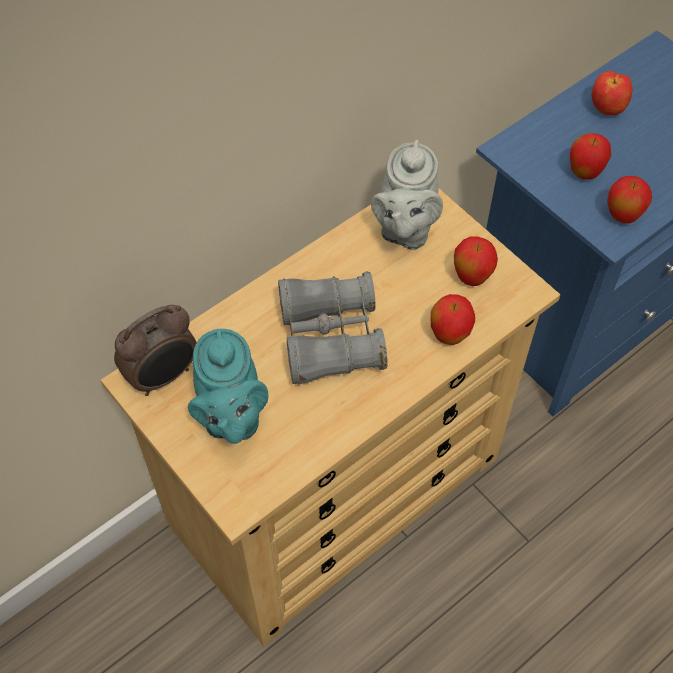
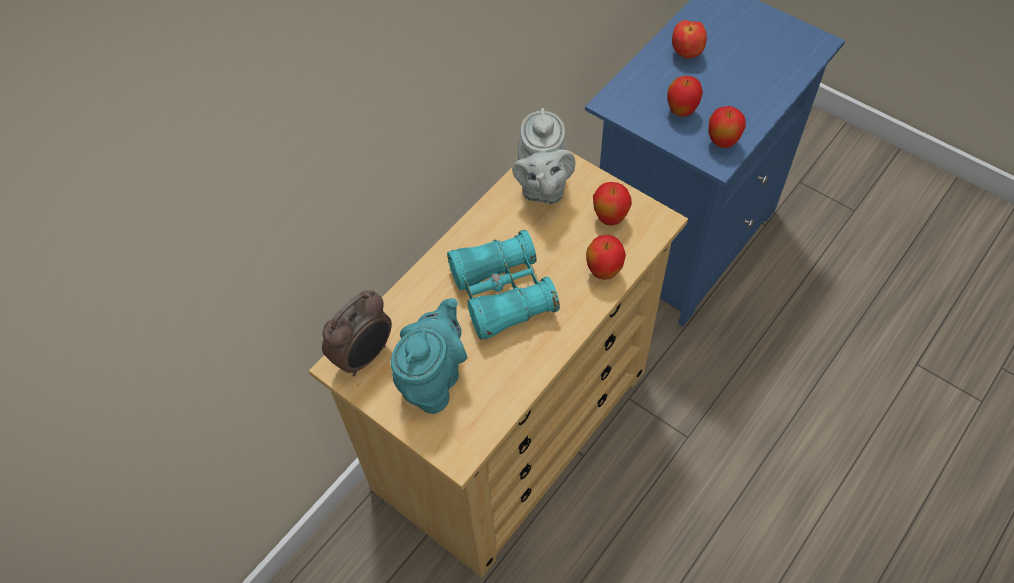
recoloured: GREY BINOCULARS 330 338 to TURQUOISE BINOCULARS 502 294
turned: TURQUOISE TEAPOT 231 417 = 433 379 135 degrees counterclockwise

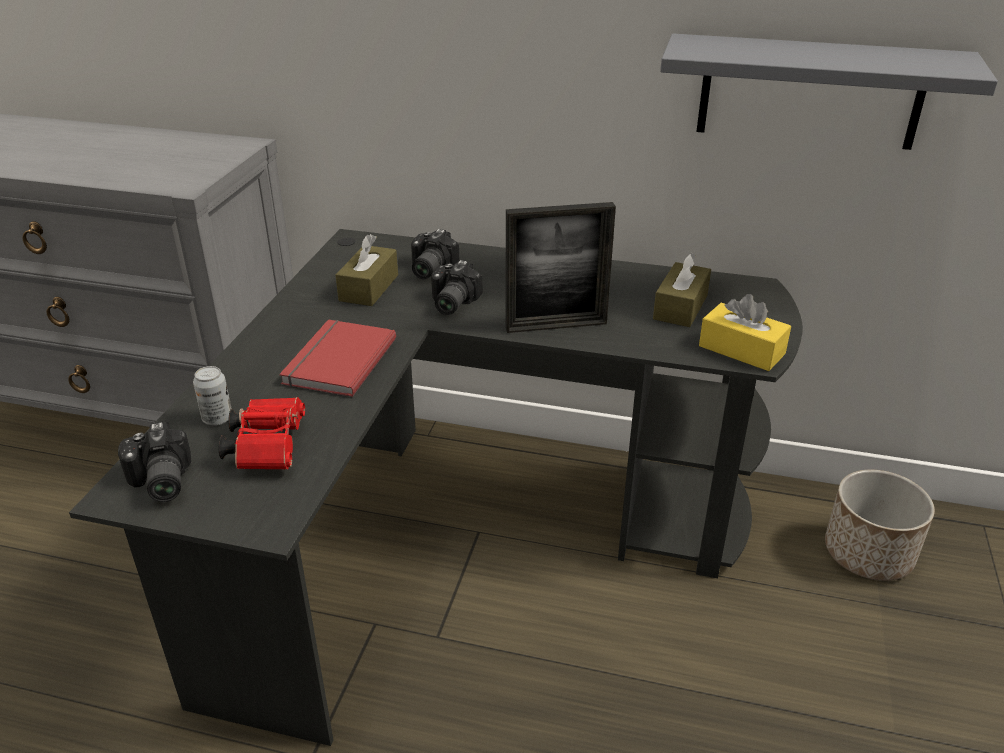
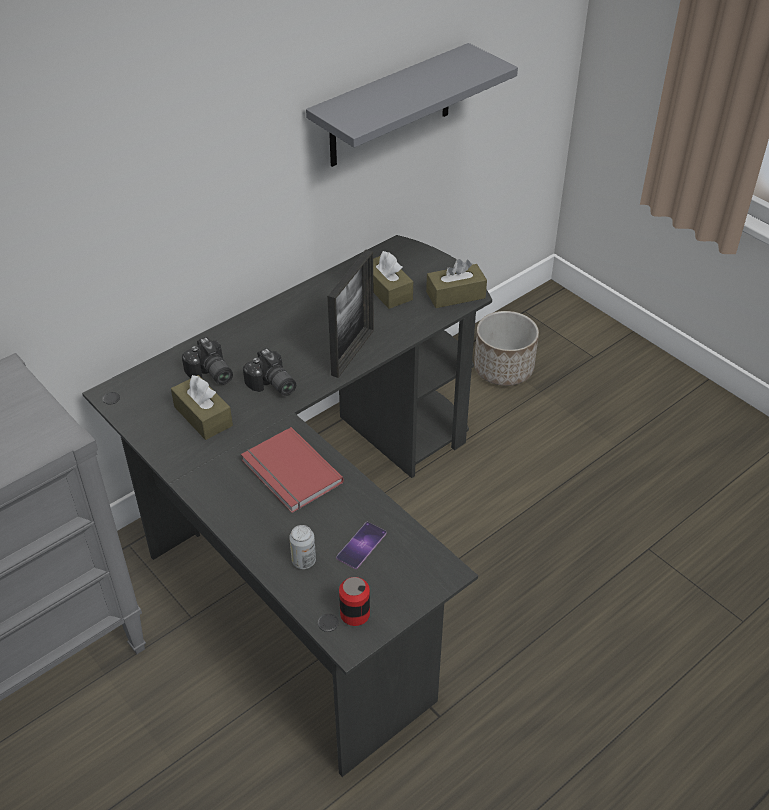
replaced: RED BINOCULARS 268 446 to PHONE 361 545; PHOTO CAMERA 158 482 to CAN 355 614
recoloured: YELLOW TISSUE BOX 741 350 to BROWN TISSUE BOX 455 295

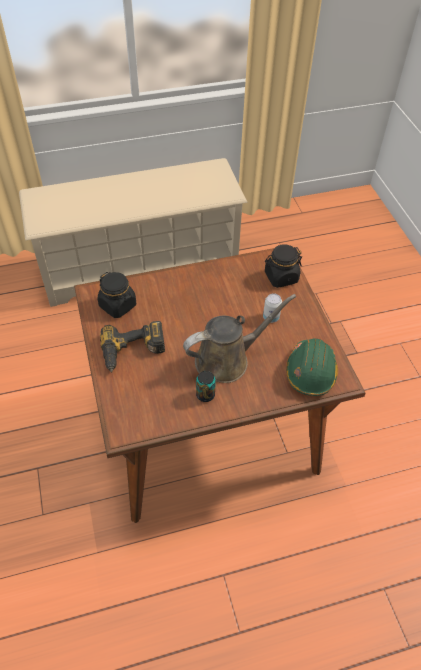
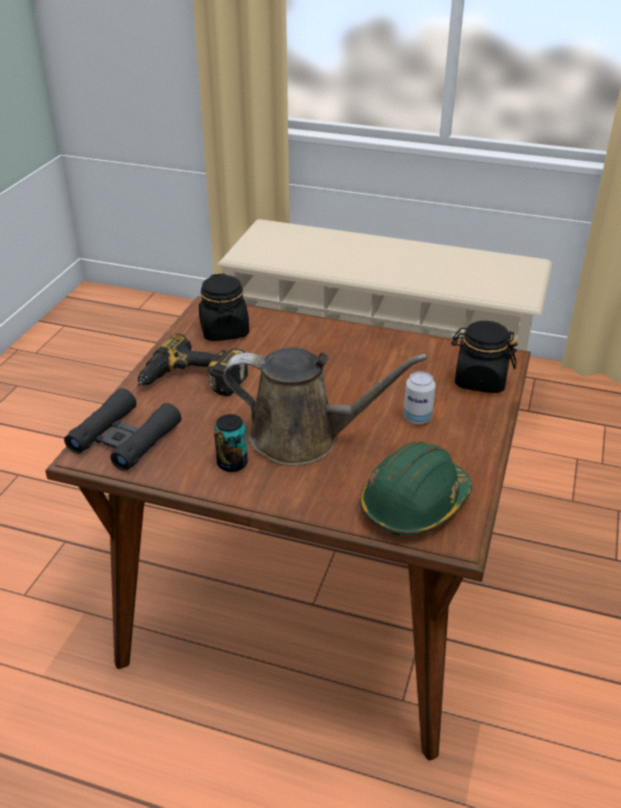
added: BLACK BINOCULARS 125 438

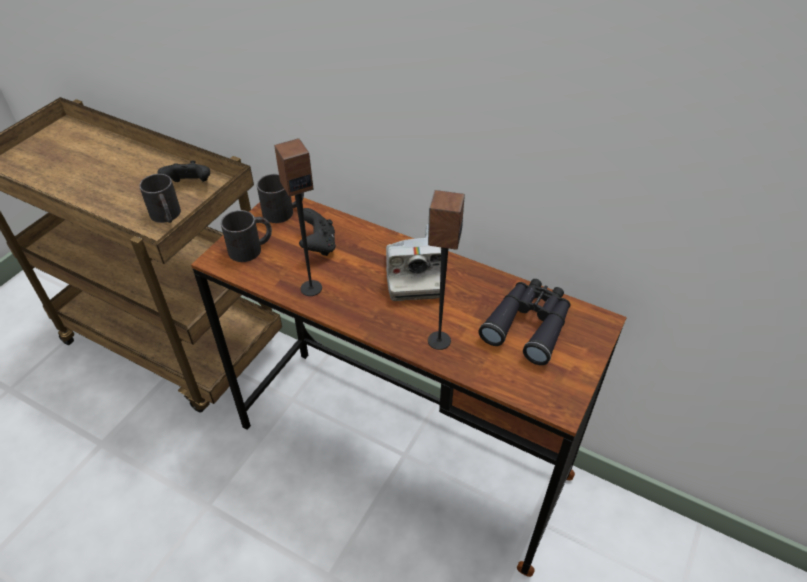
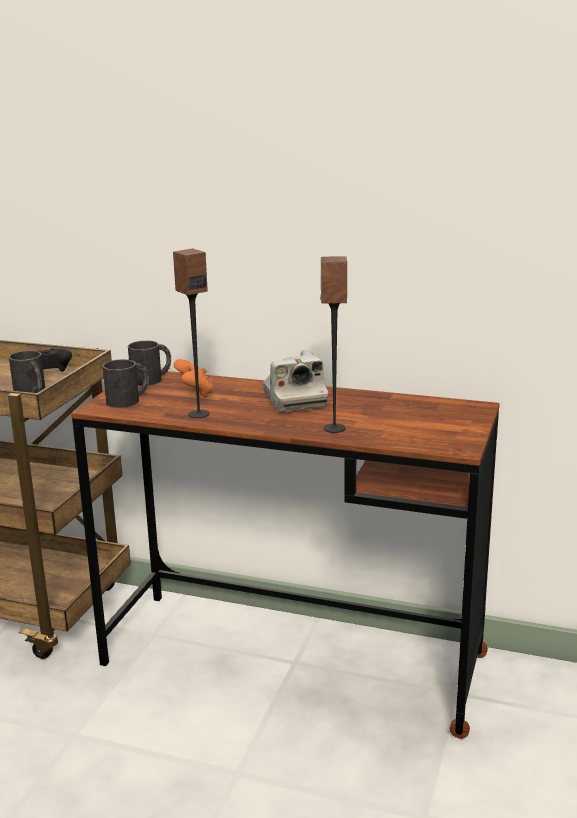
removed: BLACK BINOCULARS 529 324
recoloured: BLACK GAME CONTROLLER 318 245 to ORANGE GAME CONTROLLER 195 393

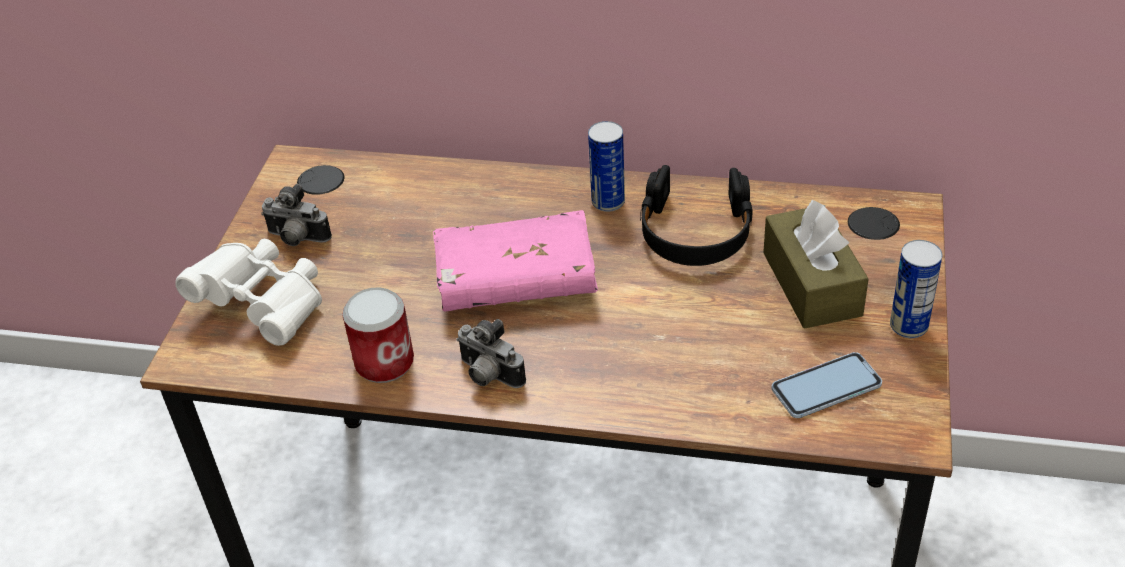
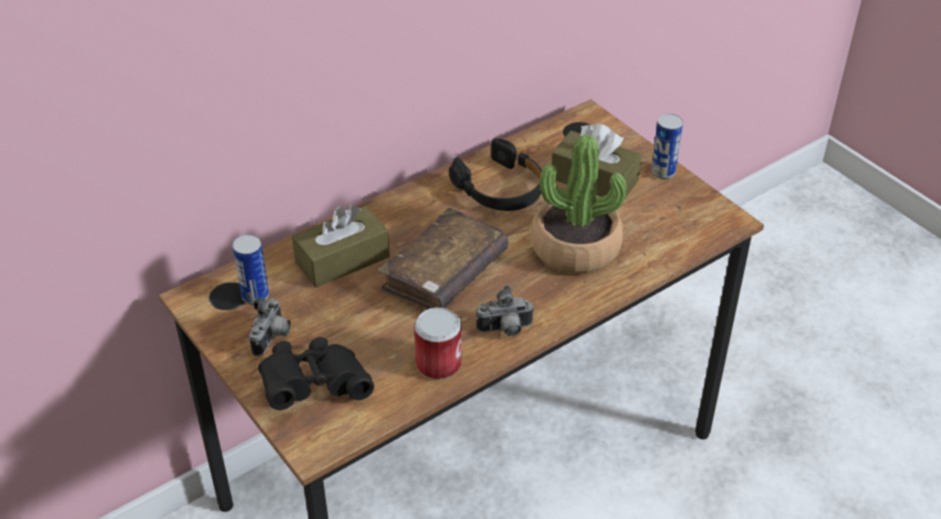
removed: PHONE 826 387
added: POTTED PLANT 575 248; BROWN TISSUE BOX 342 259
moved: CAN 608 202 to 255 296
recoloured: PINK BOOK 516 280 to BROWN BOOK 444 273; WHITE BINOCULARS 264 305 to BLACK BINOCULARS 314 386
turned: PHOTO CAMERA 297 239 = 273 338 45 degrees counterclockwise

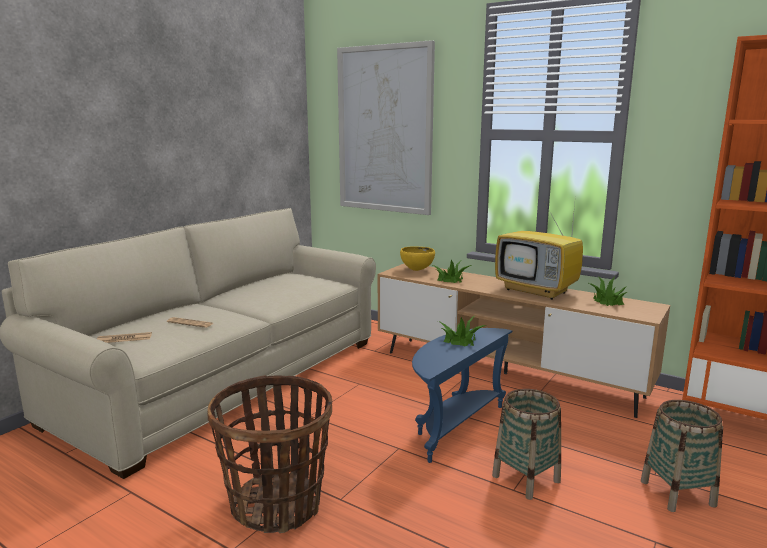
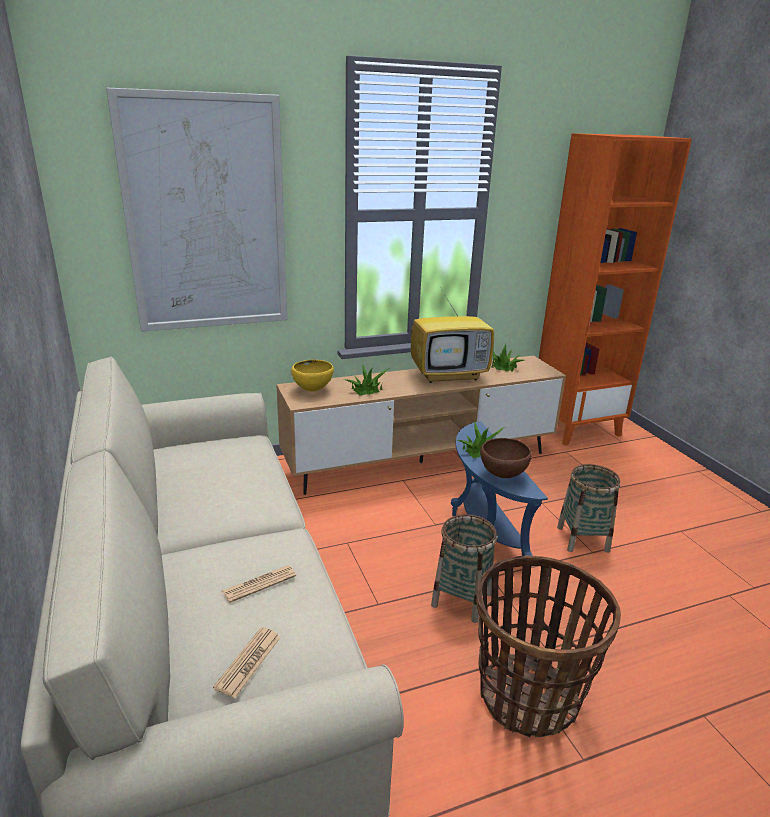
added: BROWN BOWL 503 475
moved: BASKET 677 493 to 461 599

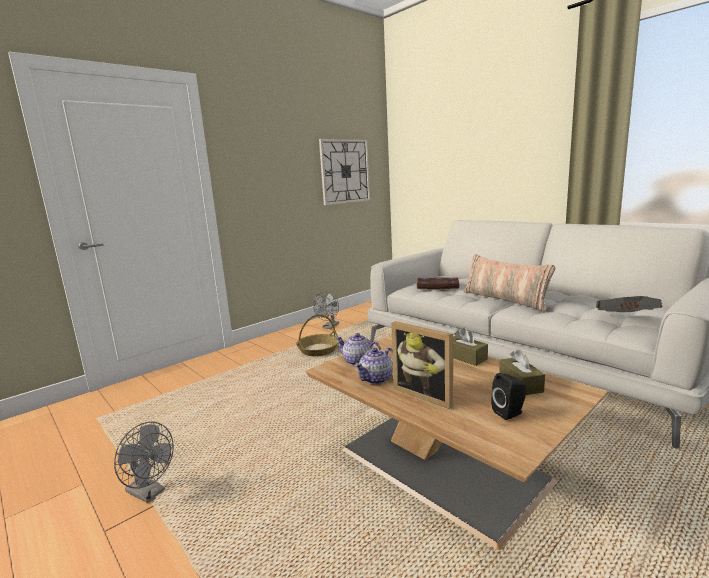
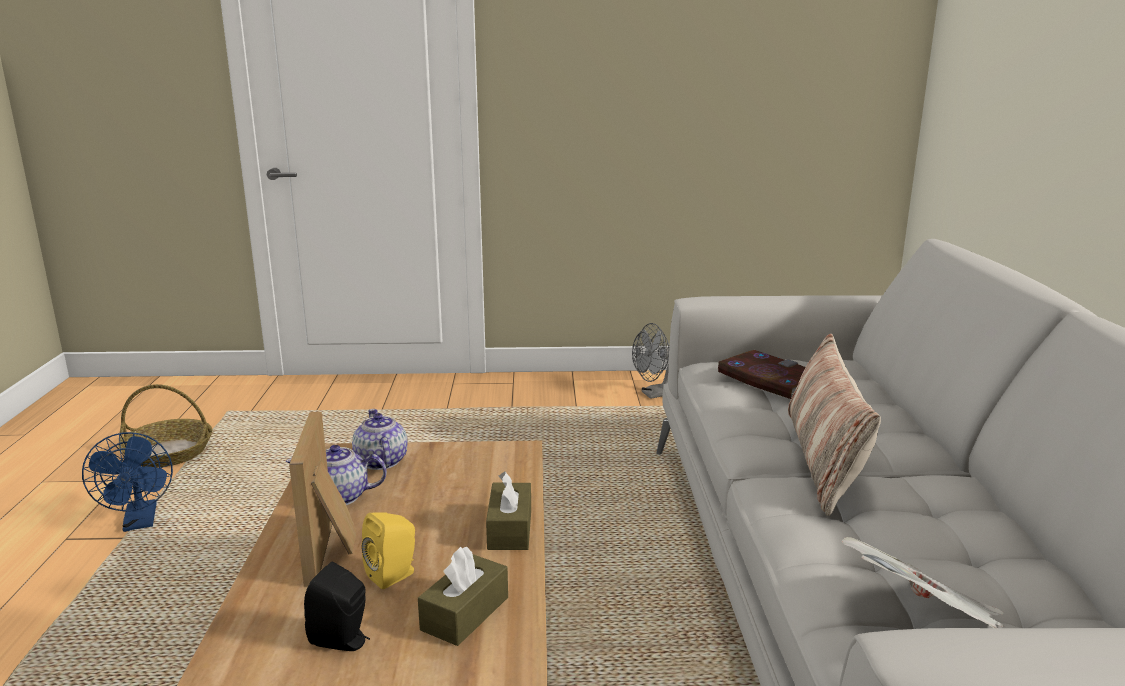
removed: WALL CLOCK 345 171
added: YELLOW SPEAKER 394 575
moved: BASKET 318 350 to 169 452
recoloured: GREY FAN 150 493 to BLUE FAN 140 522

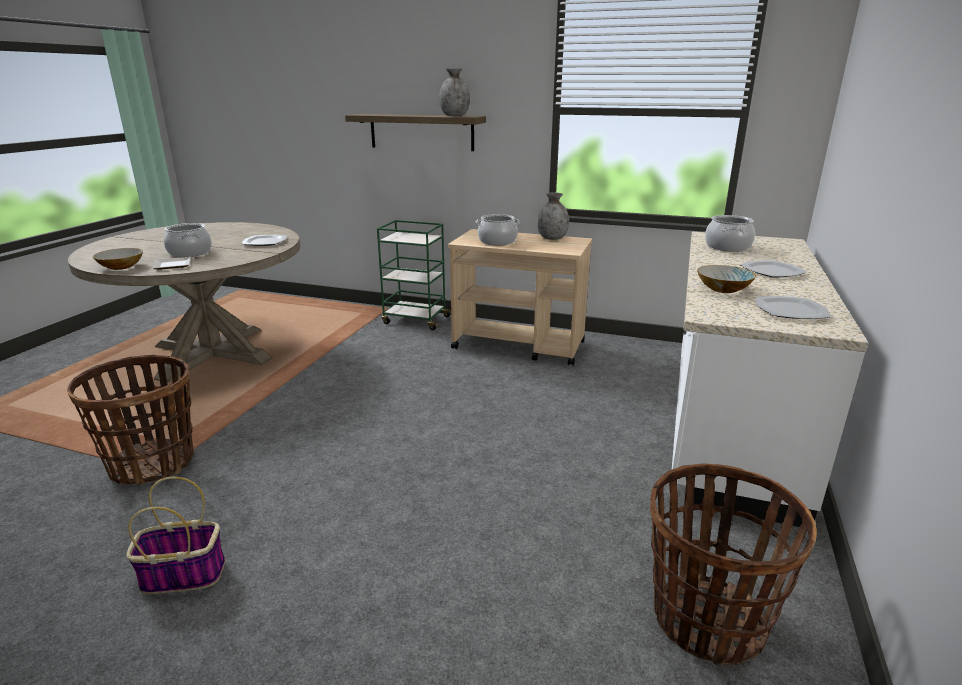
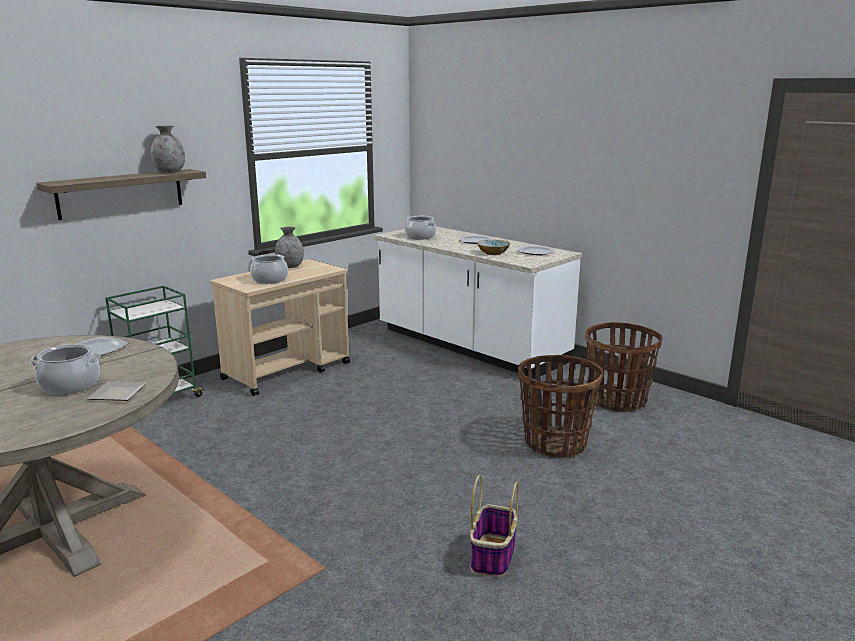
removed: BOWL 121 267
moved: BASKET 153 464 to 555 443

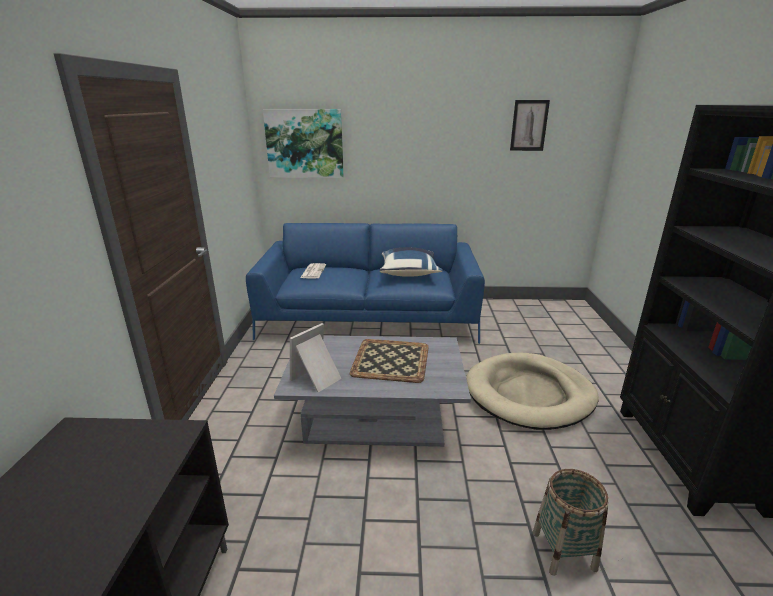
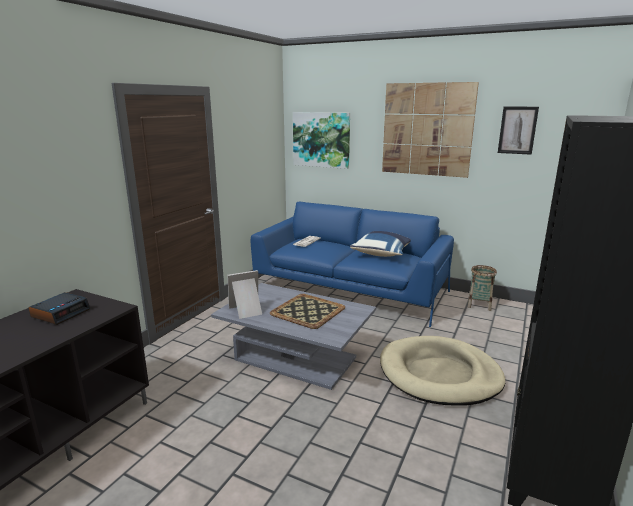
added: PICTURE 427 130; ALARM CLOCK 61 313
moved: BASKET 563 551 to 479 305

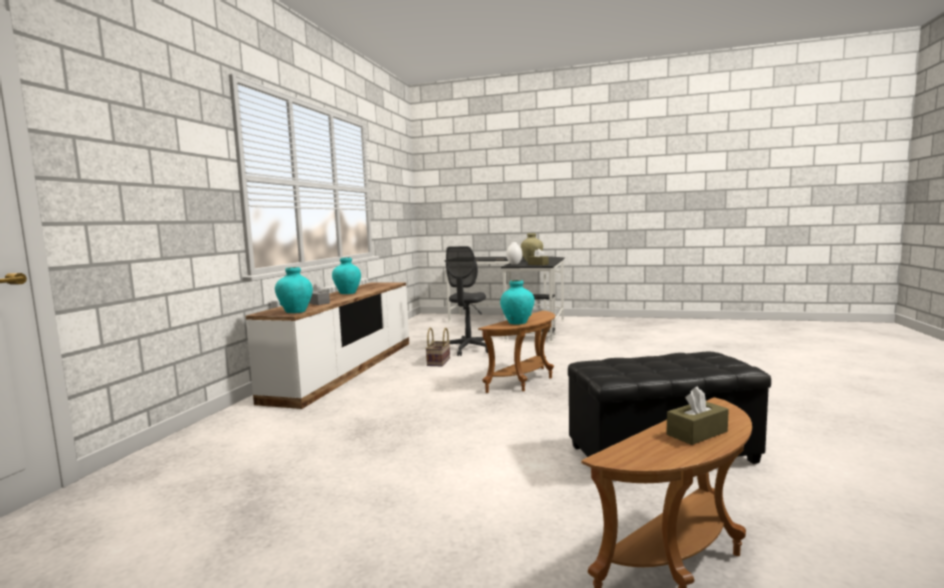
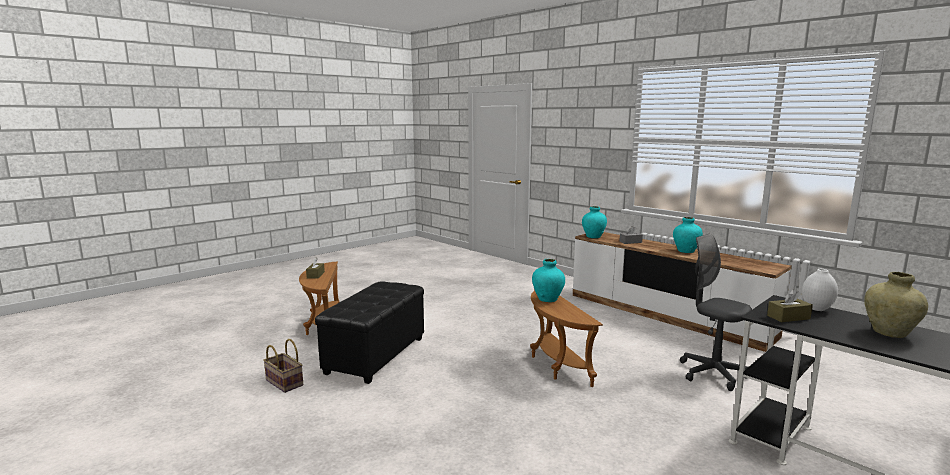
moved: BASKET 439 362 to 283 382

